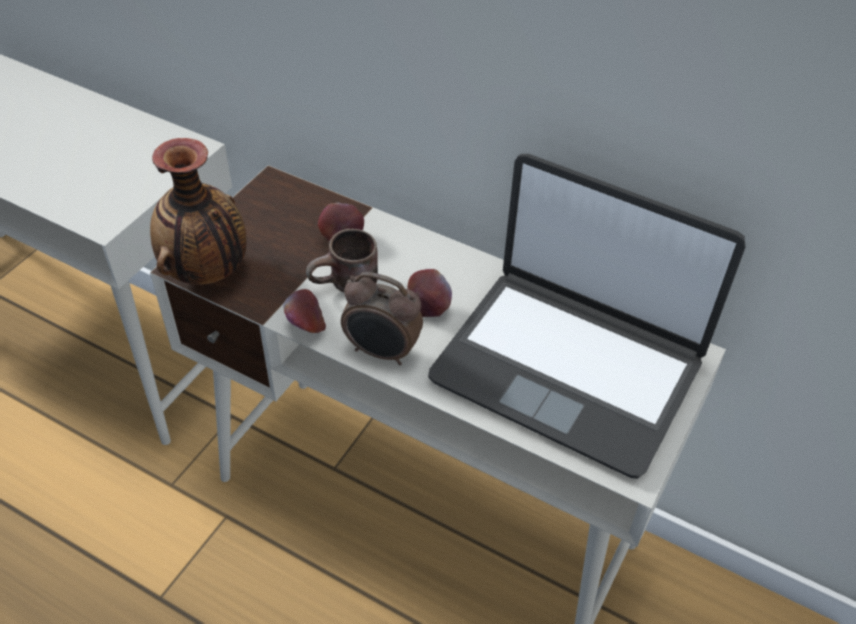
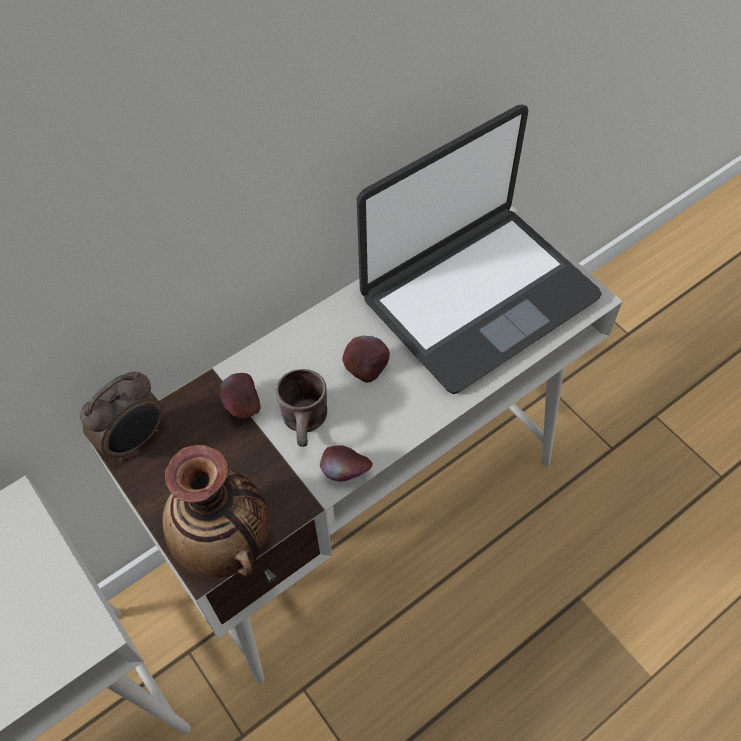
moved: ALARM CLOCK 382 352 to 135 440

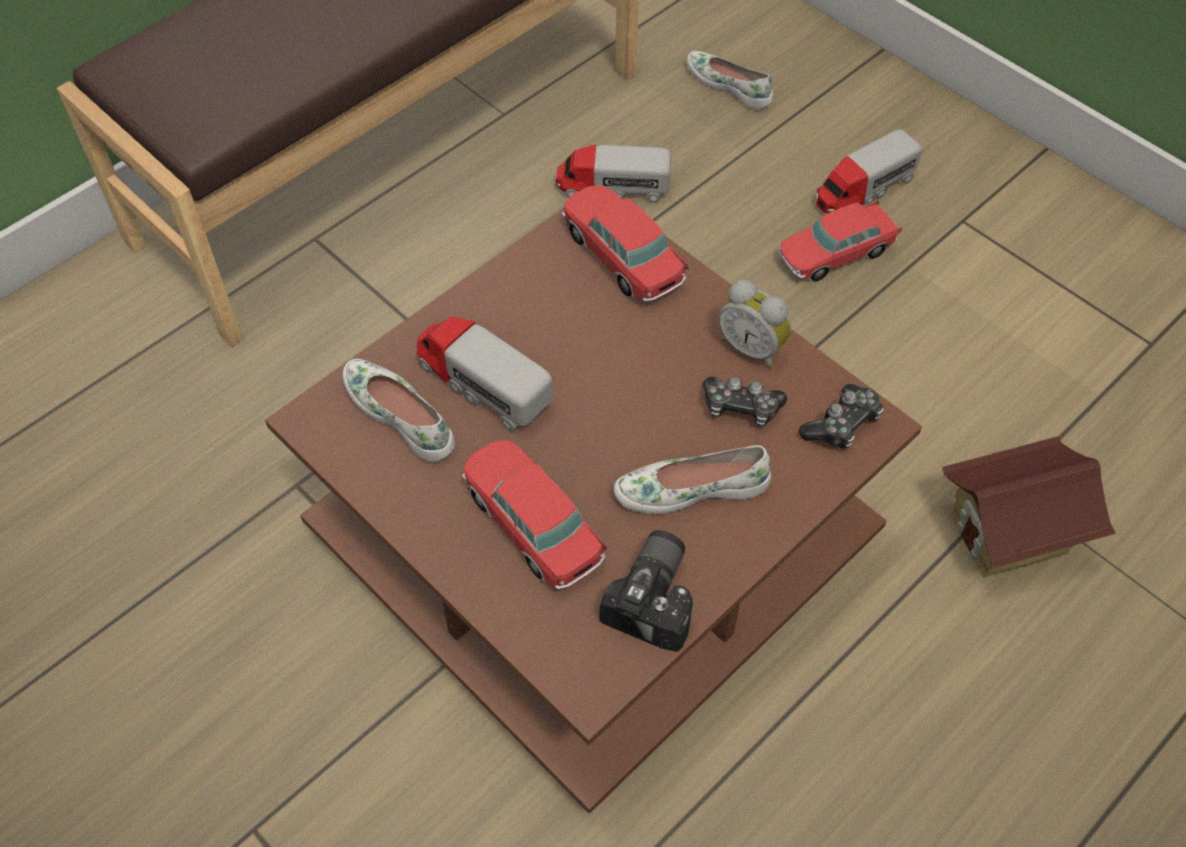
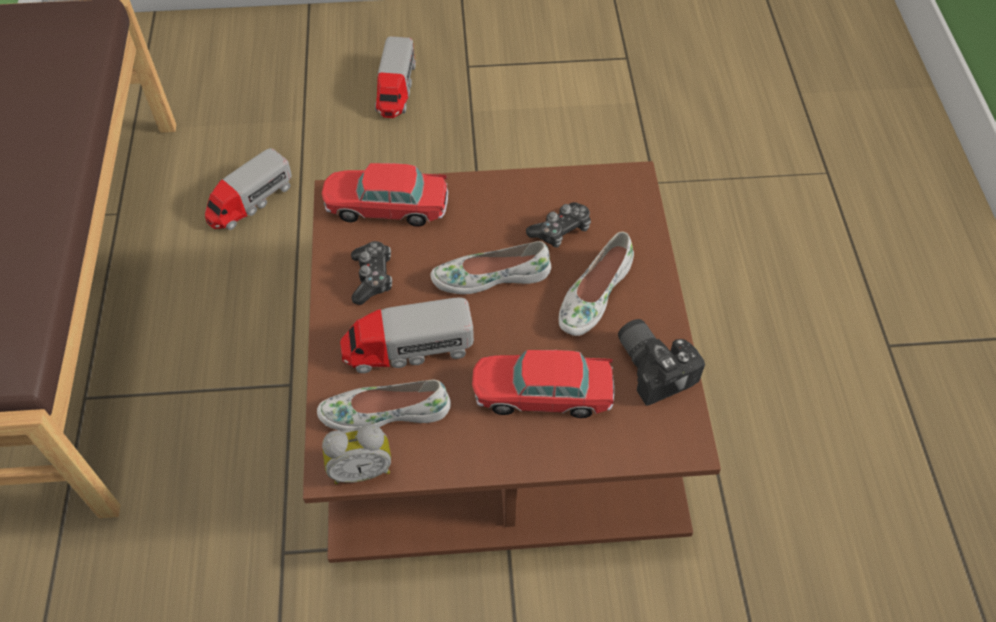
removed: TOY CAR 835 253; TOY HOUSE 1009 534
moved: WHITE SHOE 729 85 to 491 275; ALARM CLOCK 752 347 to 361 468; GAME CONTROLLER 842 424 to 372 277

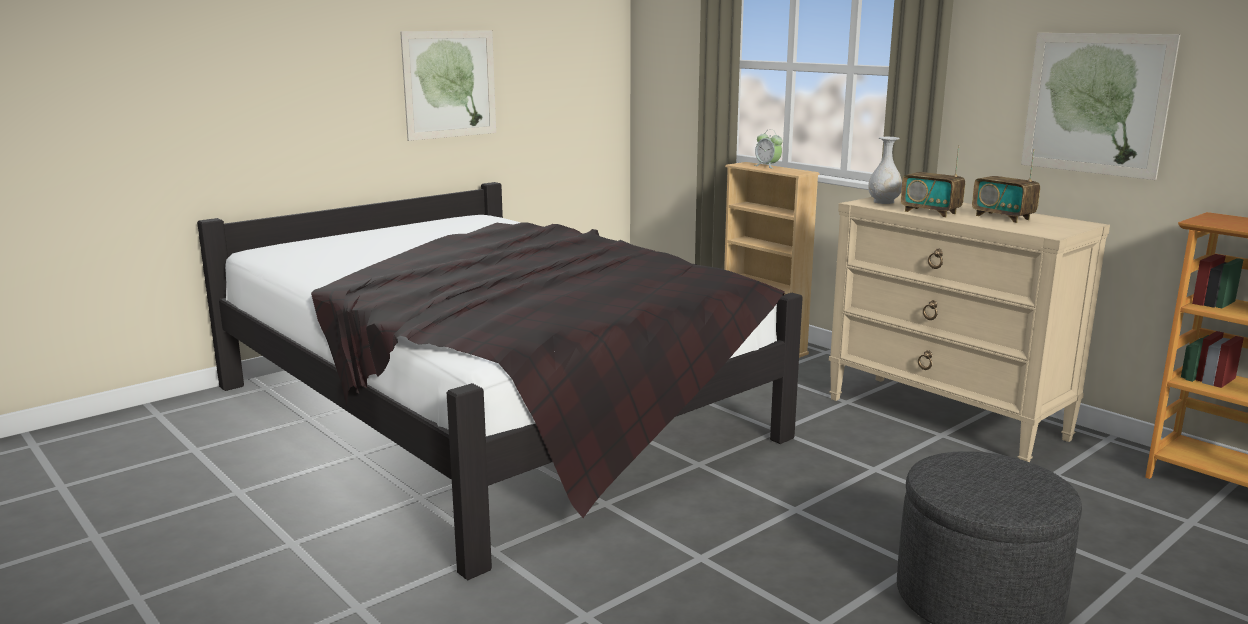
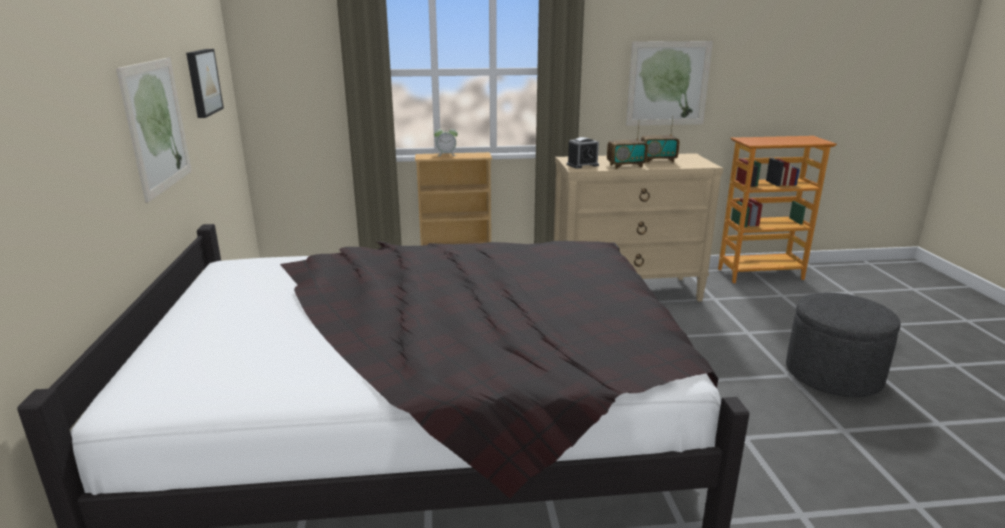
added: PICTURE 202 82
replaced: WHITE VASE 884 202 to ALARM CLOCK 582 165

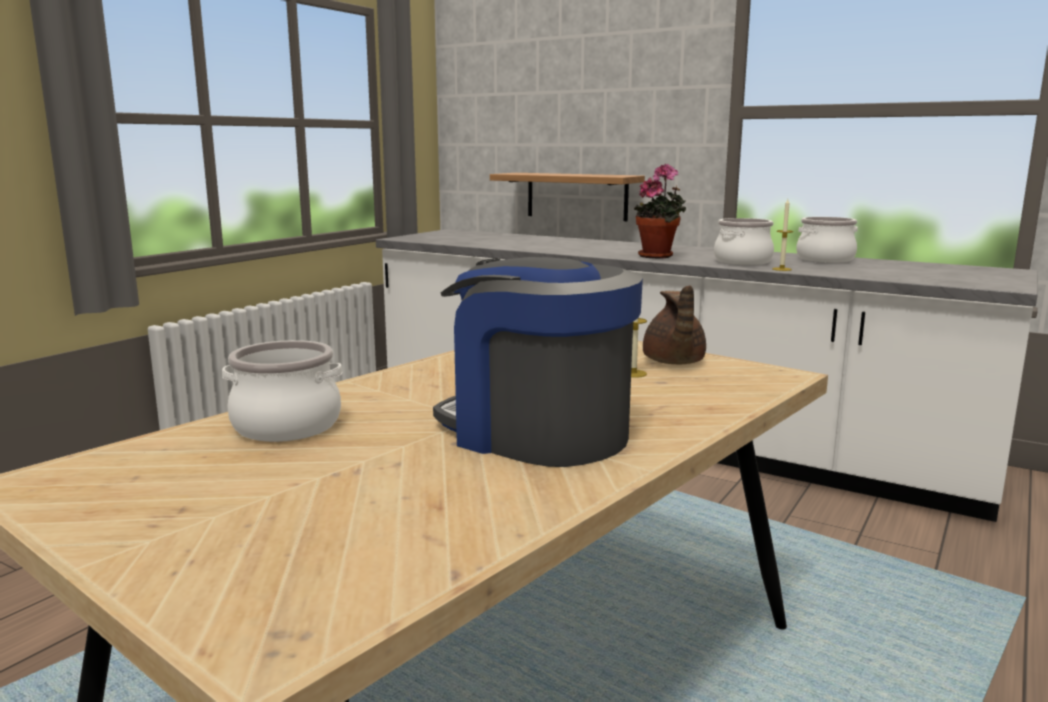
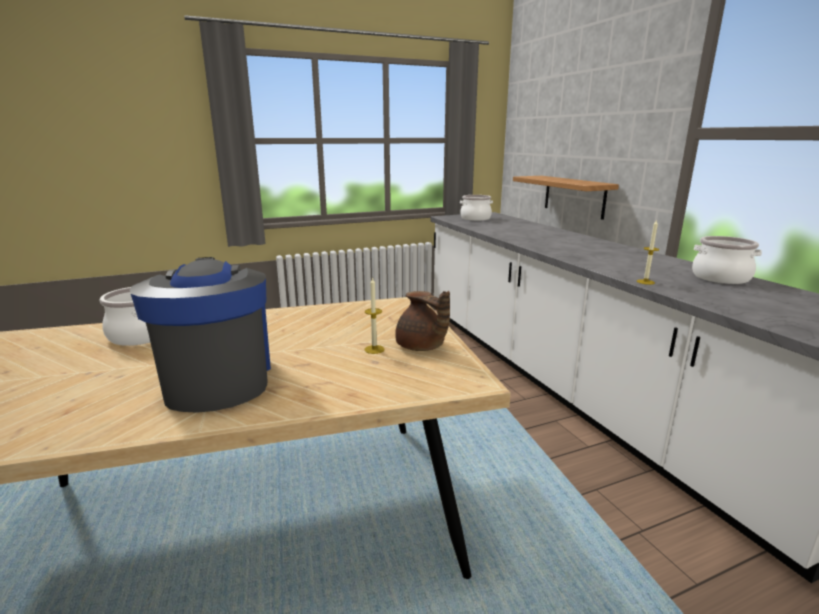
removed: POTTED PLANT 658 256
moved: COOKING POT 742 262 to 475 218
turned: BROWN TEAPOT 673 362 = 421 347 75 degrees counterclockwise

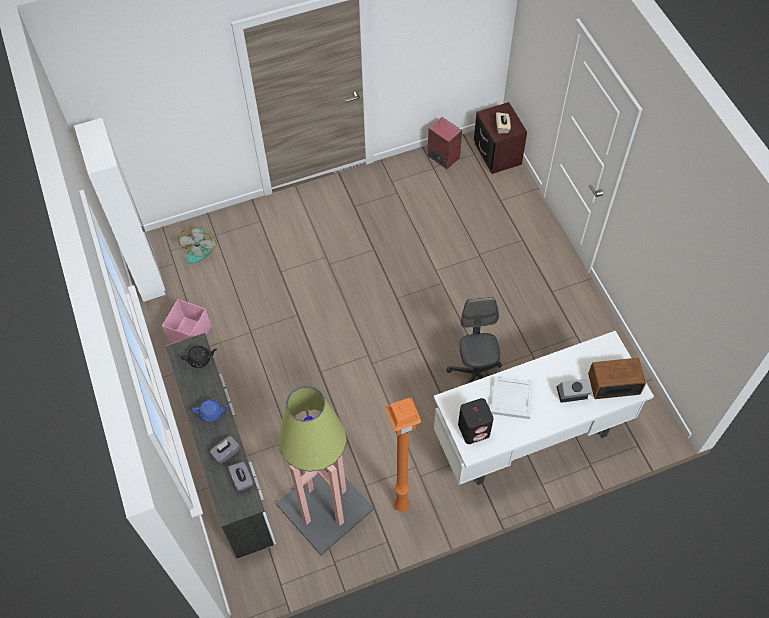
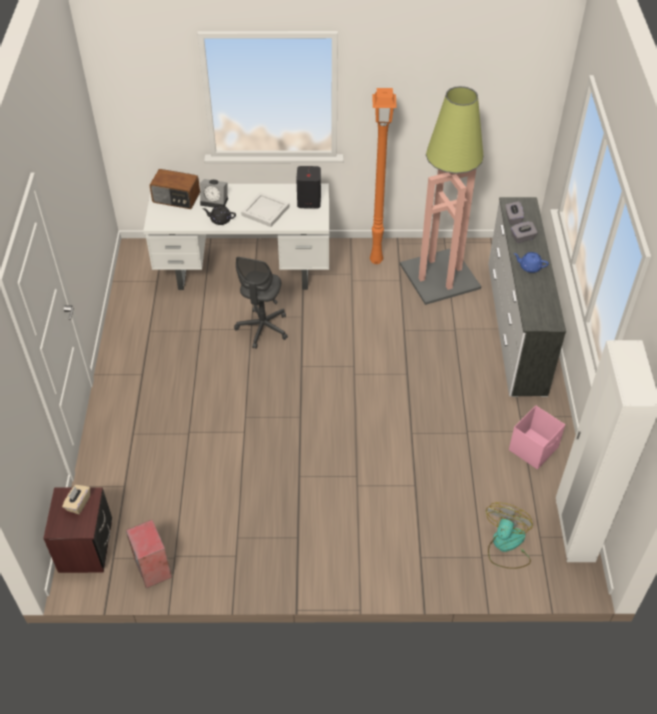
moved: BLACK TEAPOT 200 359 to 220 220

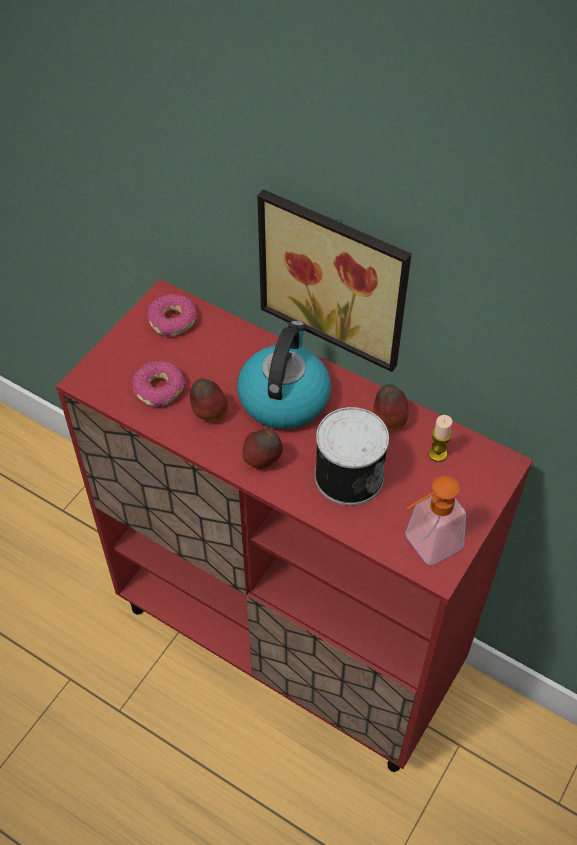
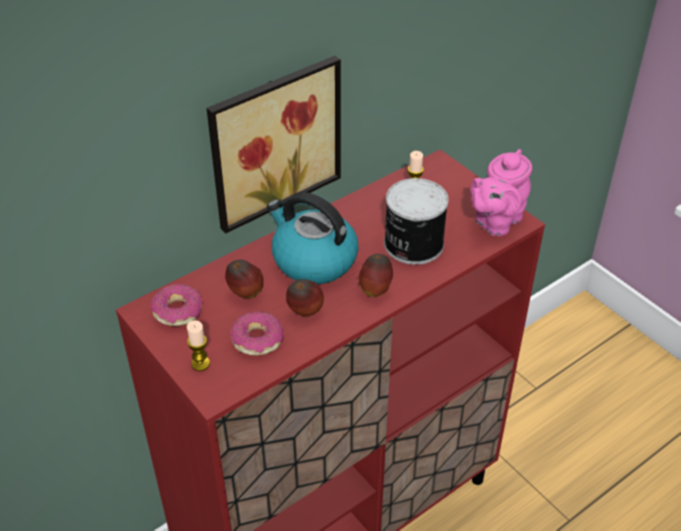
added: CANDLE 200 363
moved: APPLE 388 420 to 245 294
replaced: SOAP DISPENSER 425 546 to PINK TEAPOT 495 222

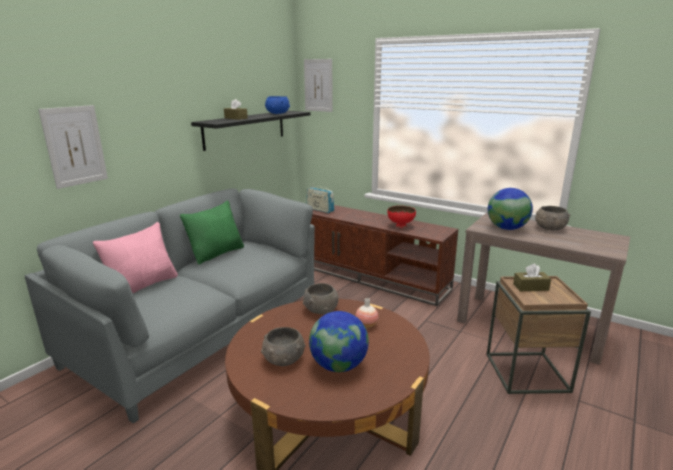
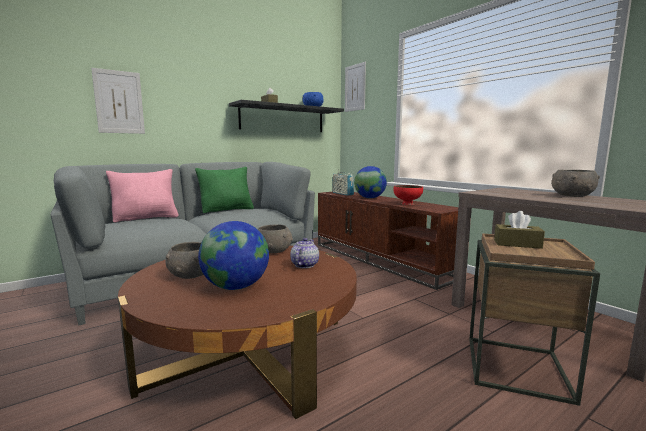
moved: GLOBE 507 228 to 370 198
replaced: VASE 366 325 to TEAPOT 304 265

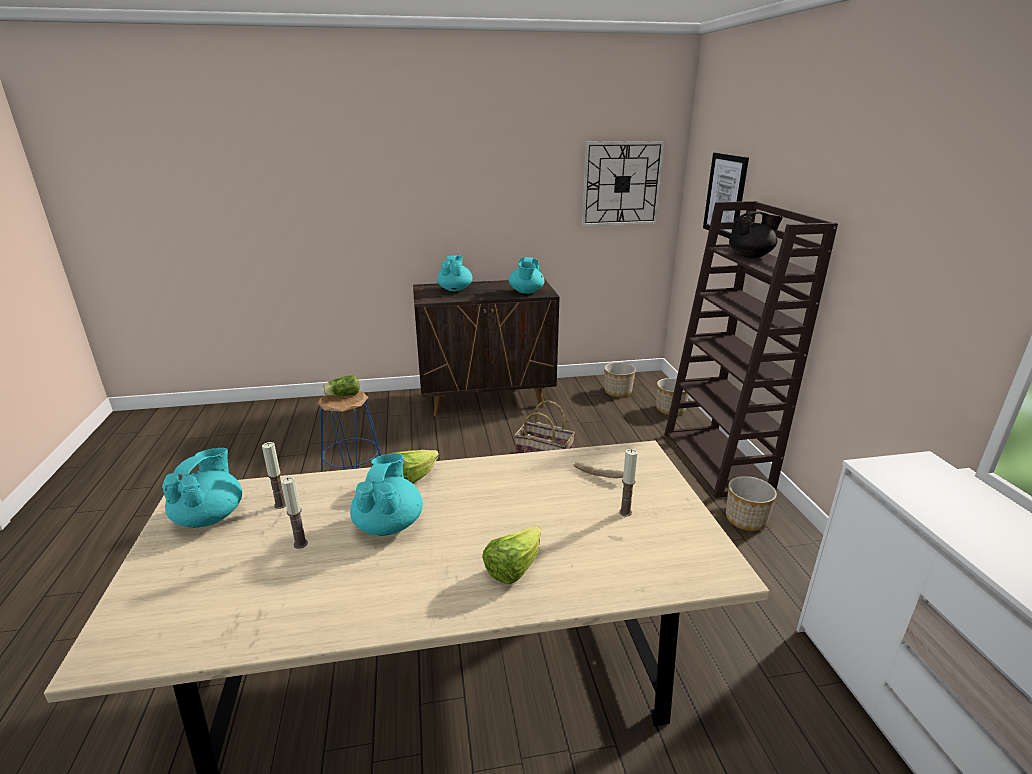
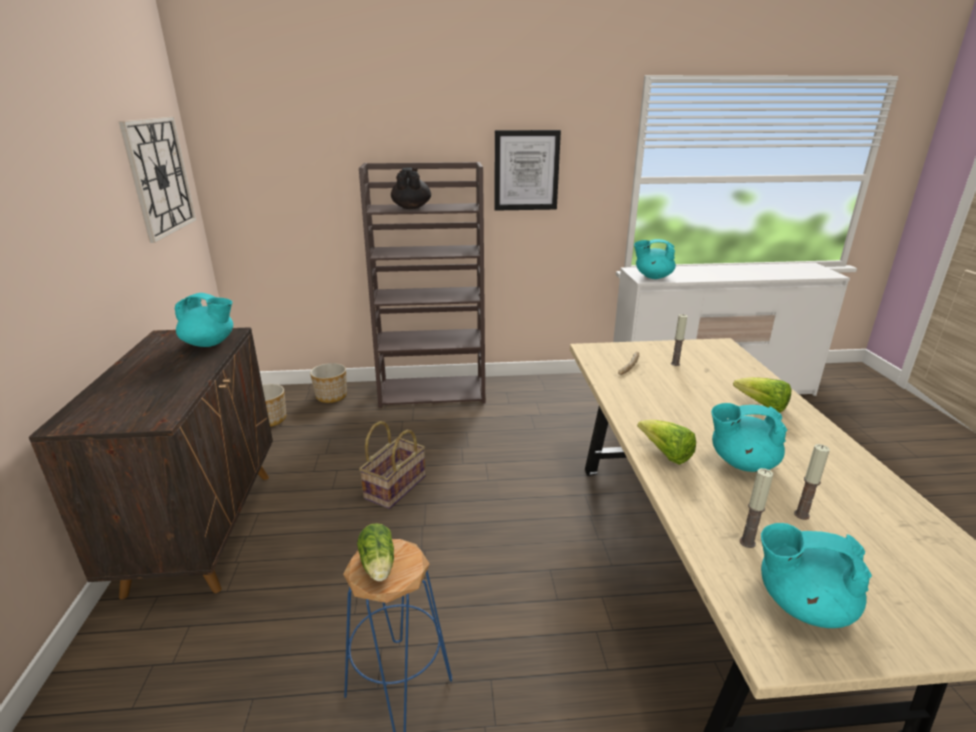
removed: PLANTER 746 519
moved: PICTURE 725 195 to 526 170; TURQUOISE TEAPOT 455 289 to 652 277

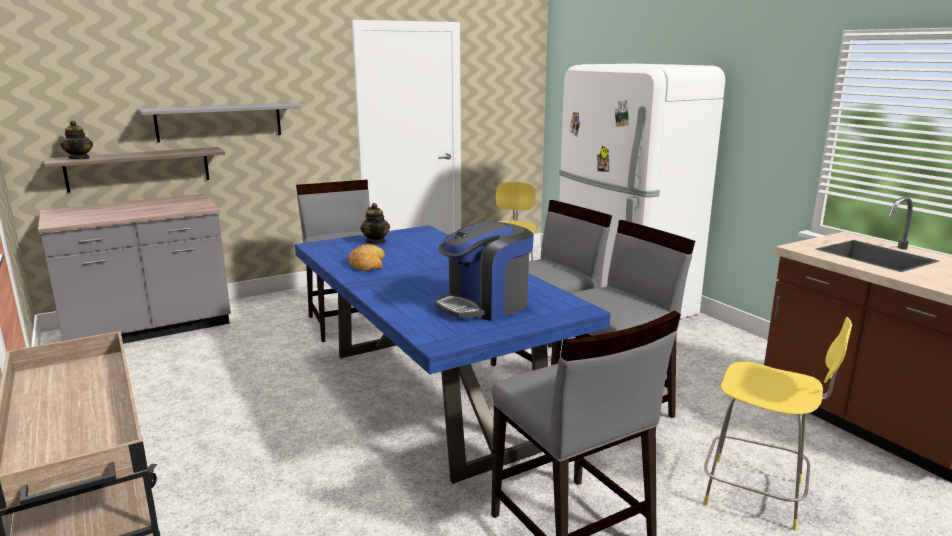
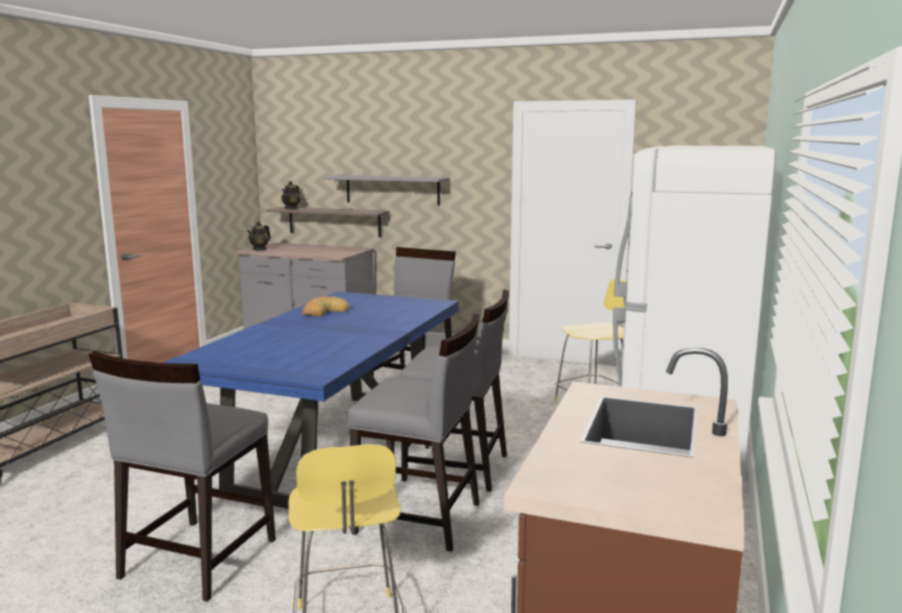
removed: COFFEE MACHINE 485 305
moved: TEAPOT 376 241 to 260 249

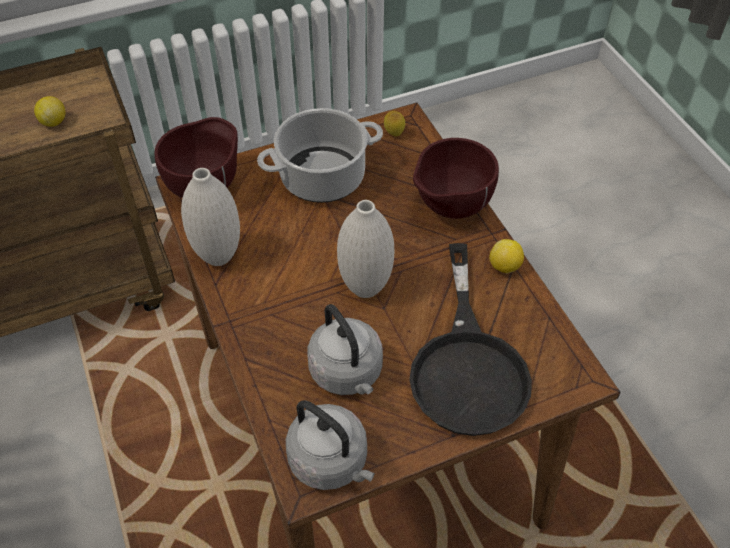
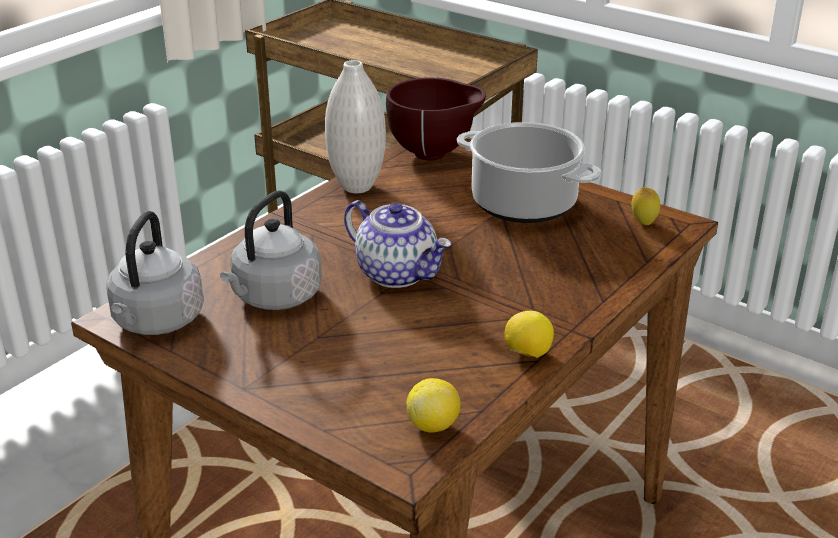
removed: BROWN BOWL 449 209; BLACK FRYING PAN 467 365
moved: LEMON 54 122 to 433 425
replaced: WHITE VASE 365 288 to TEAPOT 398 273

